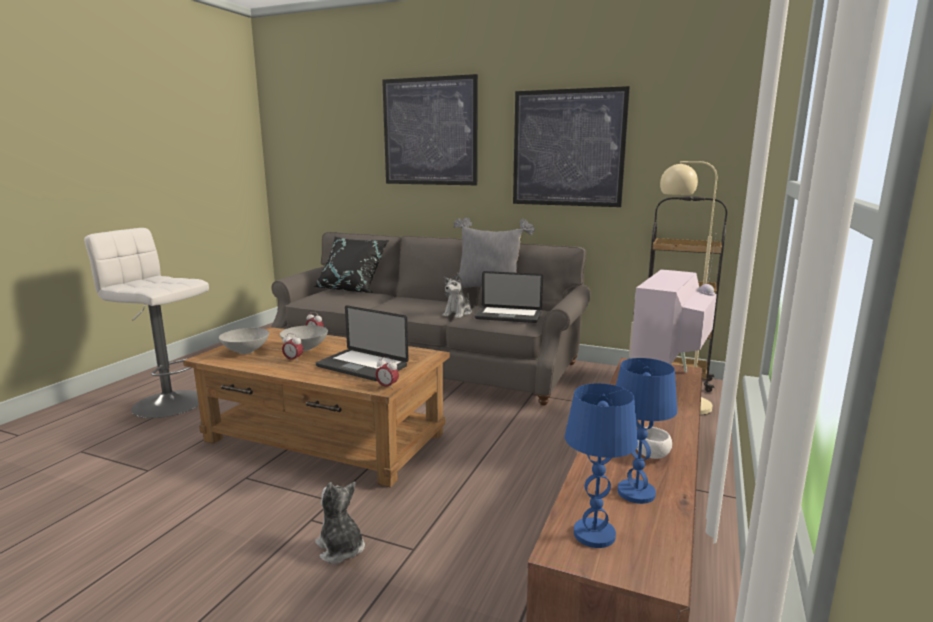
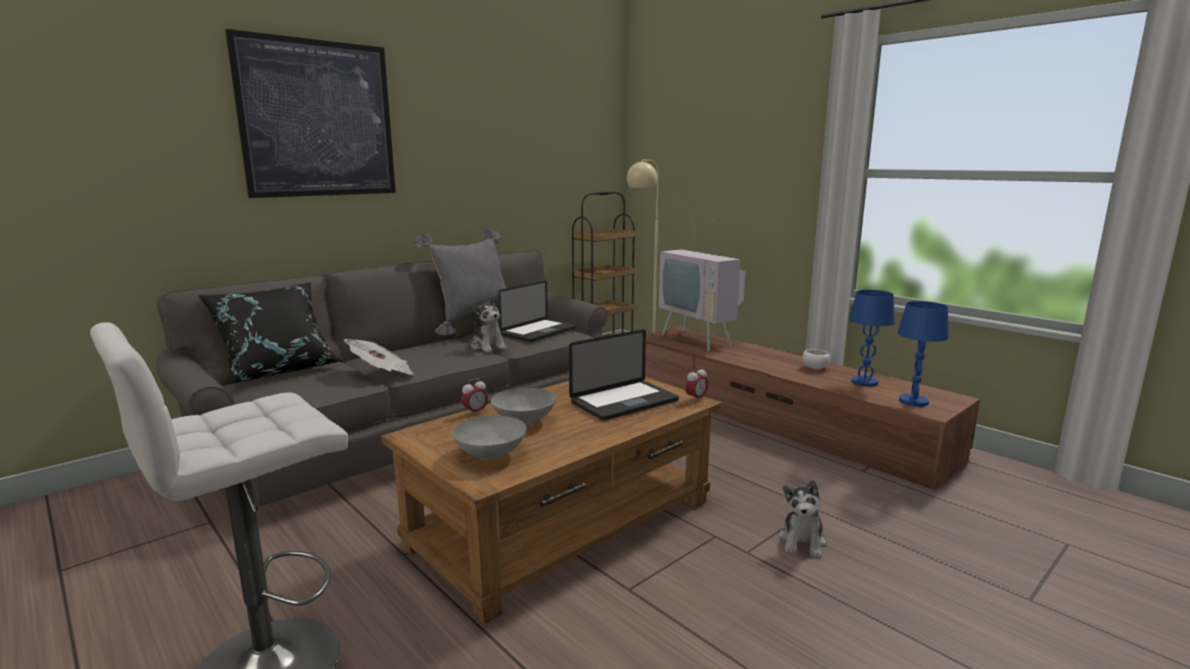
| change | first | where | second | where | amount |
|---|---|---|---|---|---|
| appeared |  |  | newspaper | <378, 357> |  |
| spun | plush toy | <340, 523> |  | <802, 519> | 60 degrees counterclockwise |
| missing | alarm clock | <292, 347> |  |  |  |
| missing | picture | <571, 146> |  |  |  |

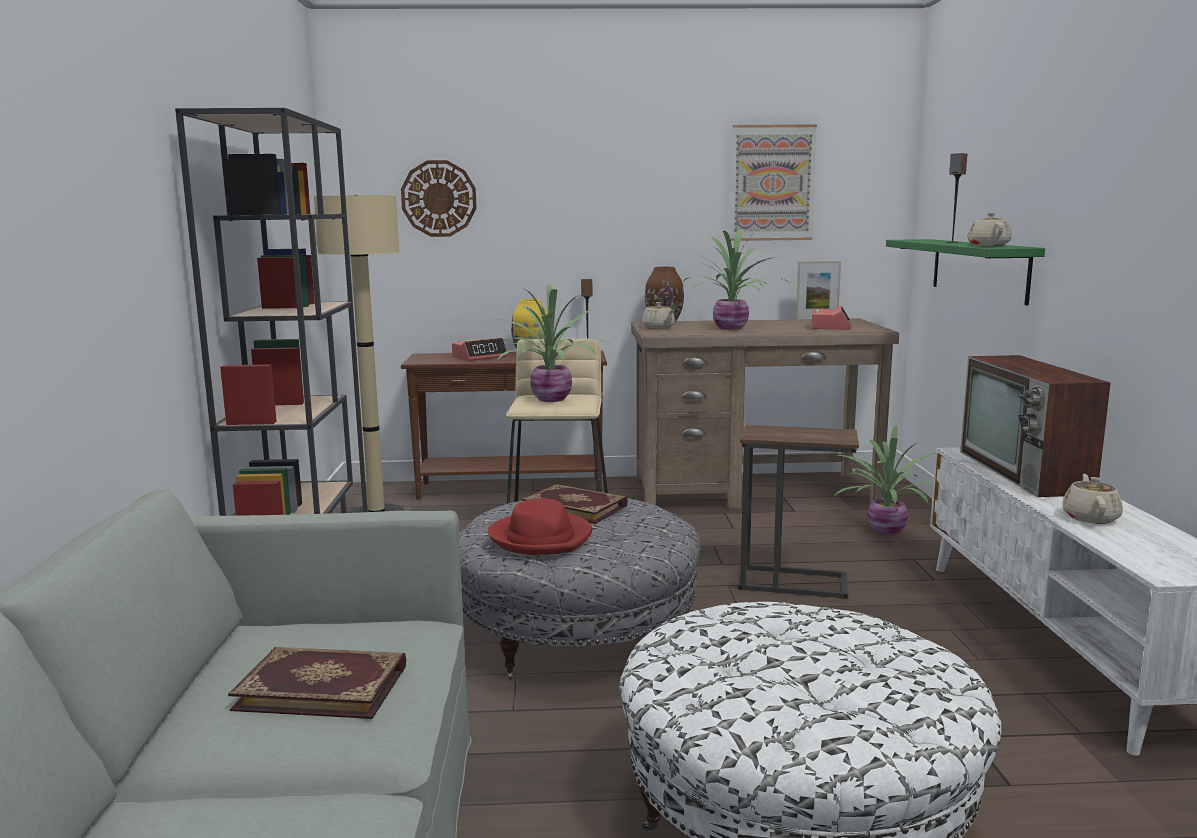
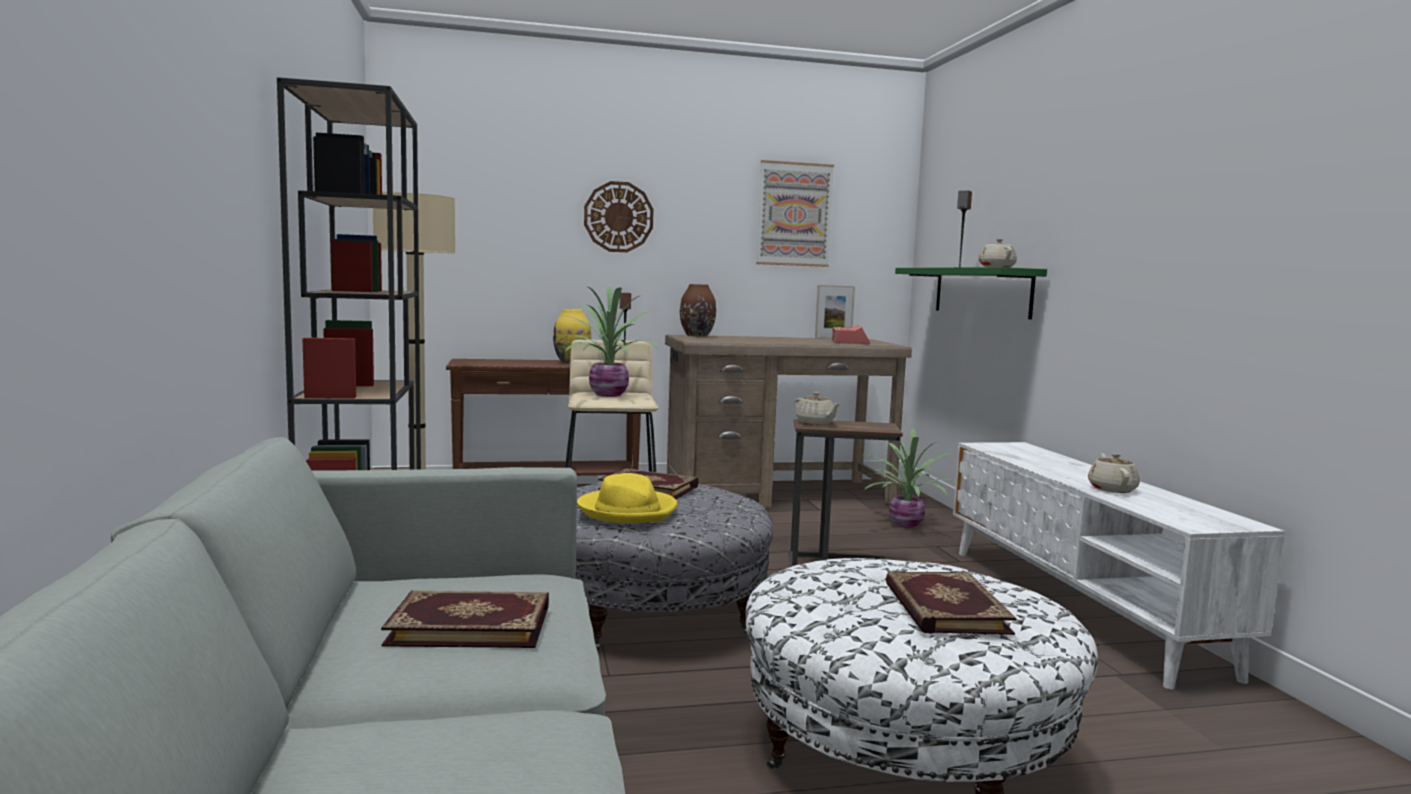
| change | first | where | second | where | amount |
|---|---|---|---|---|---|
| colour | red hat | <540, 526> | yellow hat | <627, 498> |  |
| relocated | wall clock | <439, 198> |  | <619, 216> |  |
| relocated | beige teapot | <658, 315> |  | <818, 408> |  |
| appeared |  |  | book | <951, 603> |  |
| missing | alarm clock | <480, 349> |  |  |  |
| missing | potted plant | <735, 279> |  |  |  |
| missing | television | <1035, 426> |  |  |  |

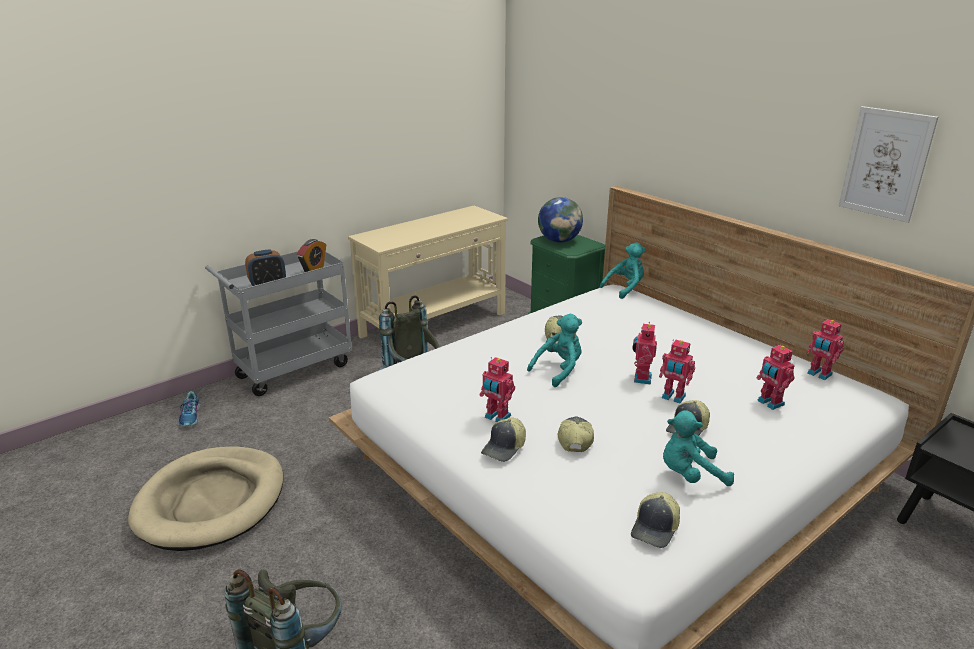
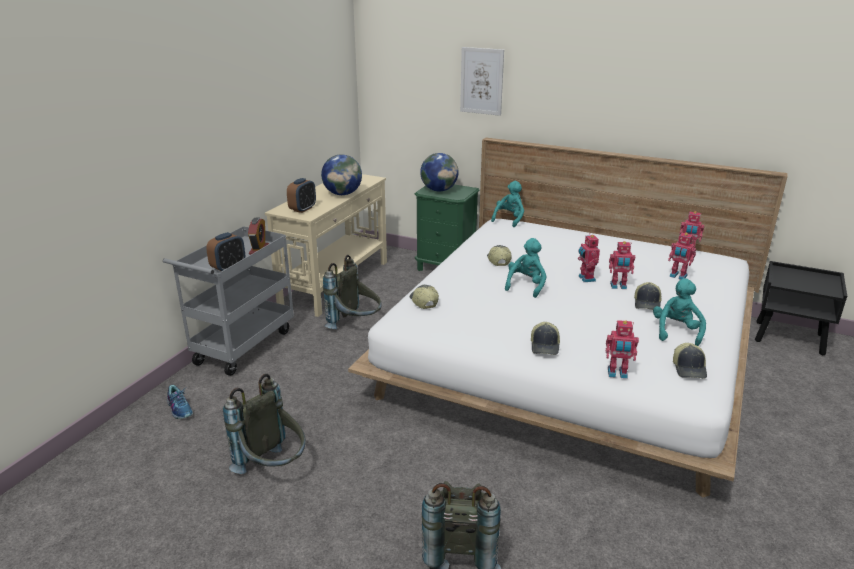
| change | first | where | second | where | amount |
|---|---|---|---|---|---|
| exchanged | beige dog bed | <205, 498> | grey backpack | <264, 424> |  |
| appeared |  |  | alarm clock | <301, 195> |  |
| appeared |  |  | globe | <341, 174> |  |
| relocated | cap | <576, 434> |  | <424, 297> |  |
| relocated | picture | <888, 164> |  | <482, 81> |  |
| relocated | toy robot | <497, 389> |  | <622, 349> |  |
| spun | turquoise plush toy | <698, 448> |  | <679, 312> | 135 degrees clockwise |

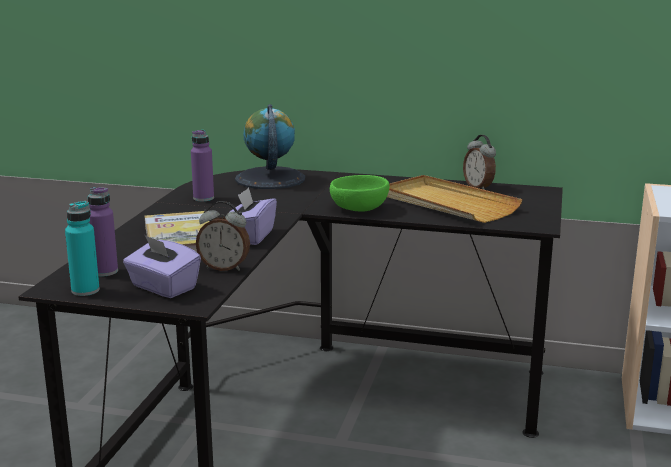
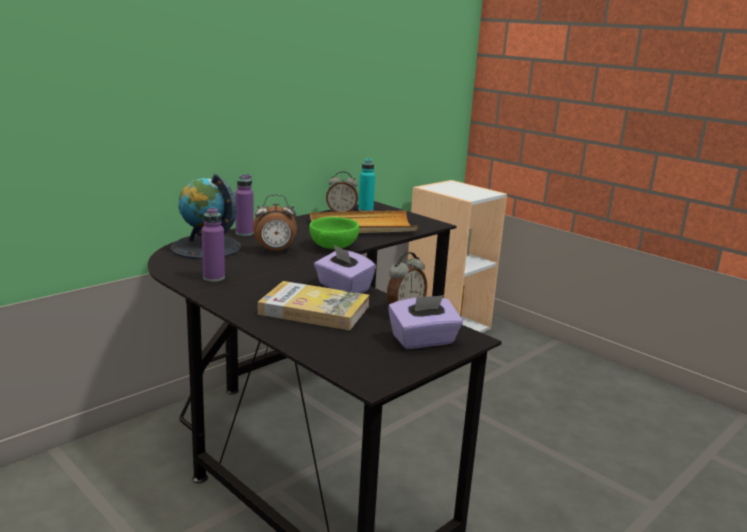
| change | first | where | second | where | amount |
|---|---|---|---|---|---|
| relocated | purple bottle | <103, 232> |  | <244, 205> |  |
| appeared |  |  | alarm clock | <275, 223> |  |
| relocated | turquoise bottle | <82, 248> |  | <366, 184> |  |

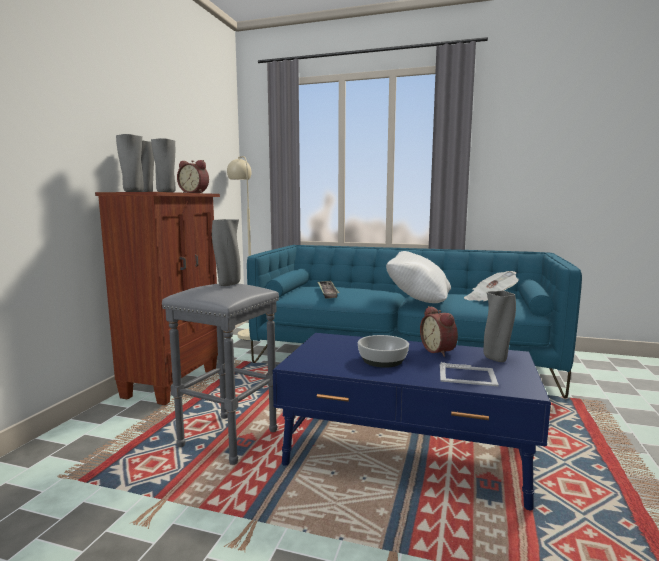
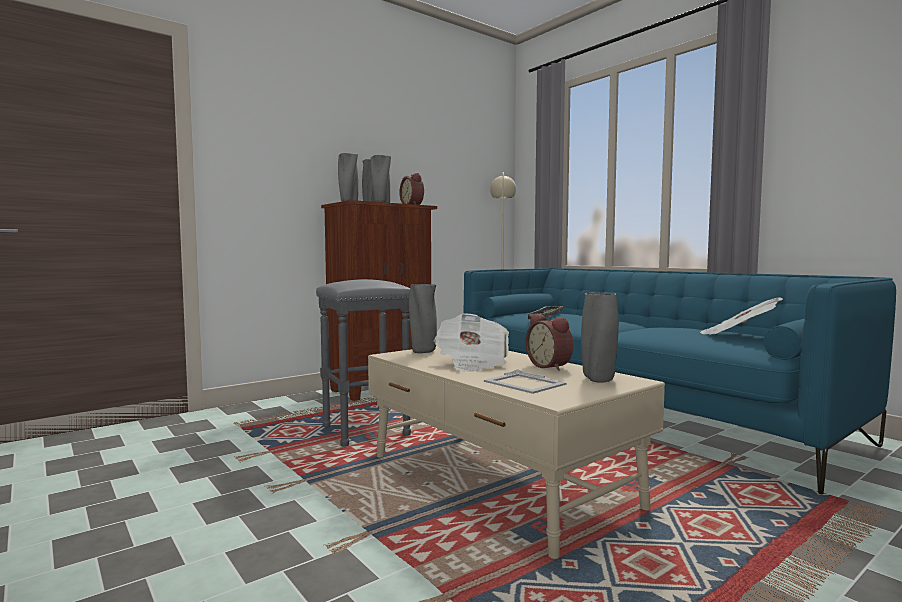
| change | first | where | second | where | amount |
|---|---|---|---|---|---|
| colour | blue coffee table | <411, 421> | beige coffee table | <516, 452> |  |
| relocated | grey vase | <226, 252> |  | <423, 318> |  |
| exchanged | bowl | <383, 351> | newspaper | <471, 342> |  |
| spun | alarm clock | <439, 331> |  | <549, 342> | 45 degrees counterclockwise |
| missing | white pillow | <418, 277> |  |  |  |

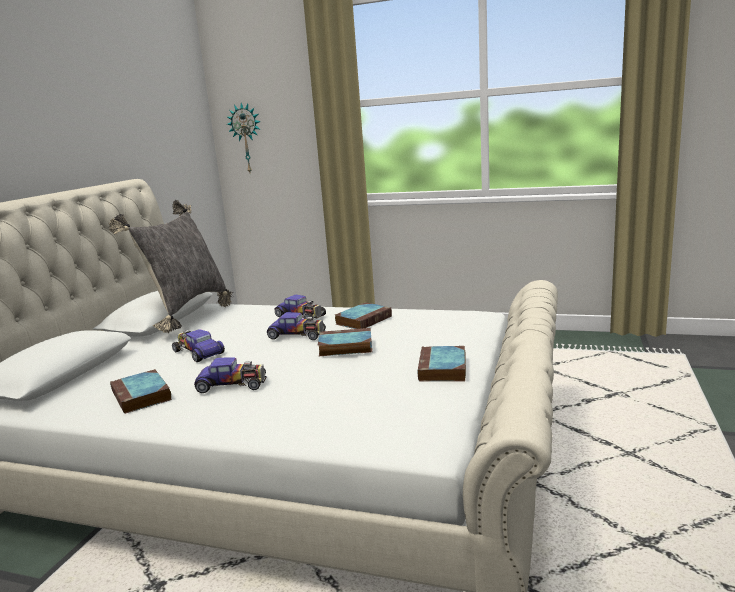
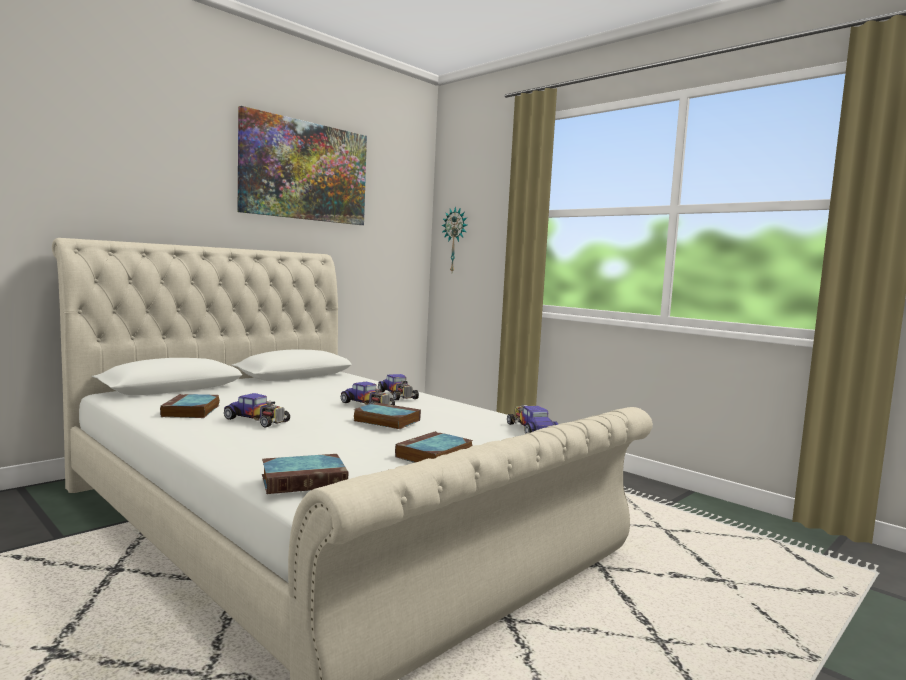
| change | first | where | second | where | amount |
|---|---|---|---|---|---|
| appeared |  |  | picture | <302, 165> |  |
| relocated | book | <363, 315> |  | <305, 474> |  |
| relocated | toy car | <198, 345> |  | <532, 419> |  |
| missing | pillow | <171, 266> |  |  |  |

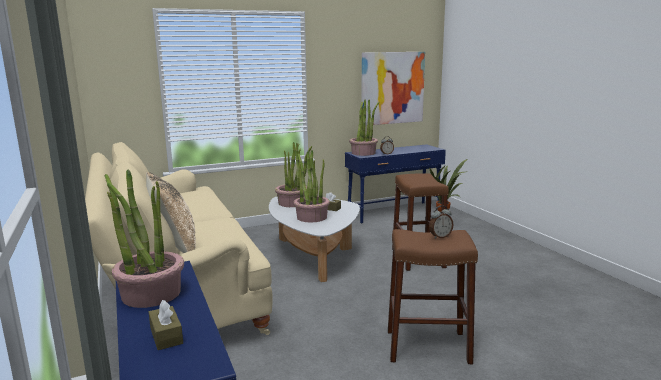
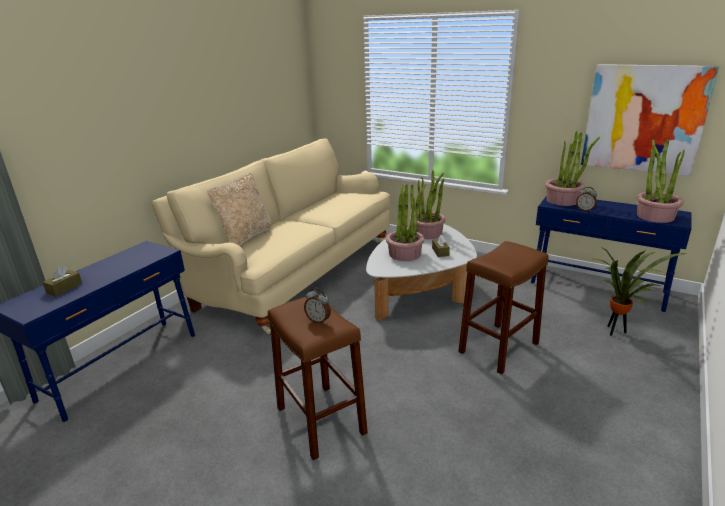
| change | first | where | second | where | amount |
|---|---|---|---|---|---|
| relocated | potted plant | <144, 239> |  | <661, 181> |  |

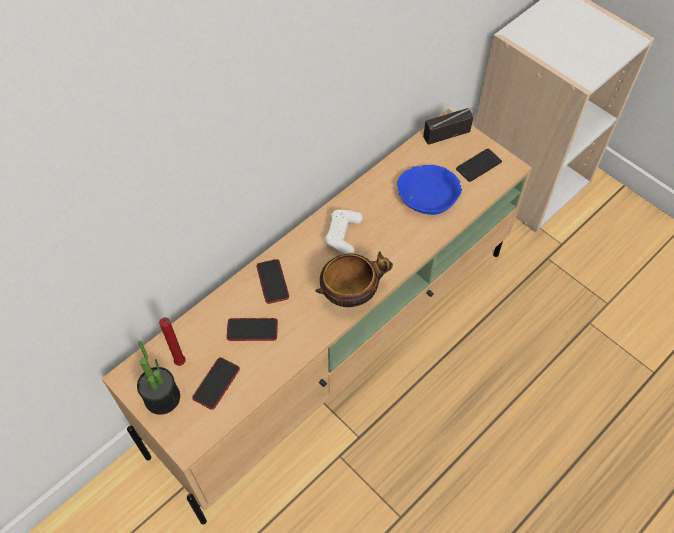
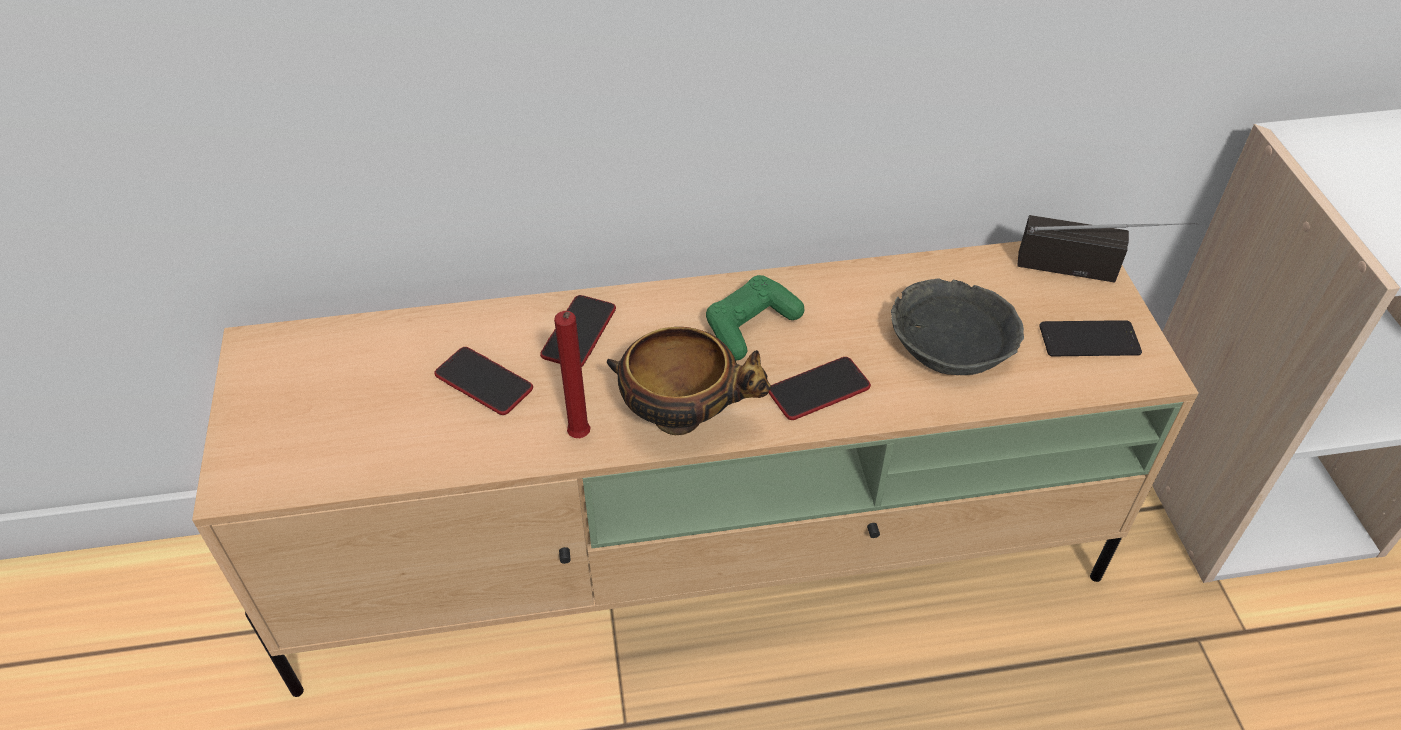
| change | first | where | second | where | amount |
|---|---|---|---|---|---|
| relocated | red candle | <172, 341> |  | <572, 374> |  |
| colour | white game controller | <344, 232> | green game controller | <755, 317> |  |
| relocated | phone | <216, 383> |  | <820, 388> |  |
| colour | blue bowl | <429, 190> | grey bowl | <957, 326> |  |
| missing | potted plant | <158, 377> |  |  |  |

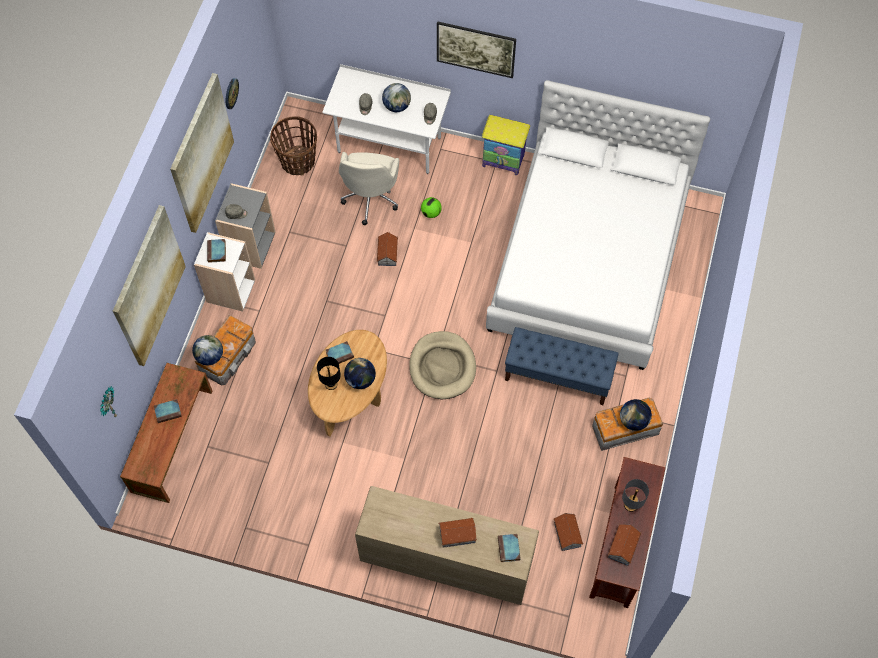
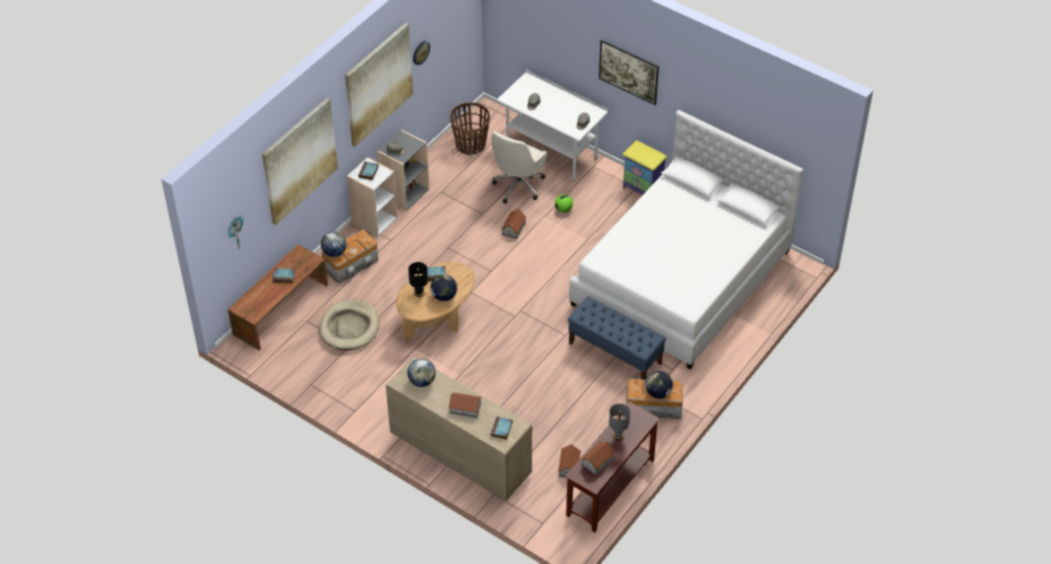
| change | first | where | second | where | amount |
|---|---|---|---|---|---|
| relocated | beige dog bed | <442, 365> |  | <349, 324> |  |
| relocated | globe | <396, 97> |  | <421, 372> |  |

